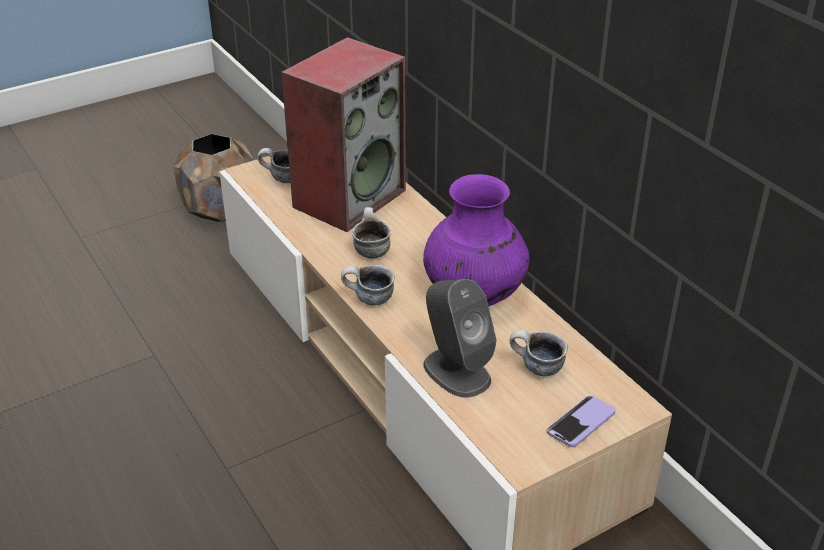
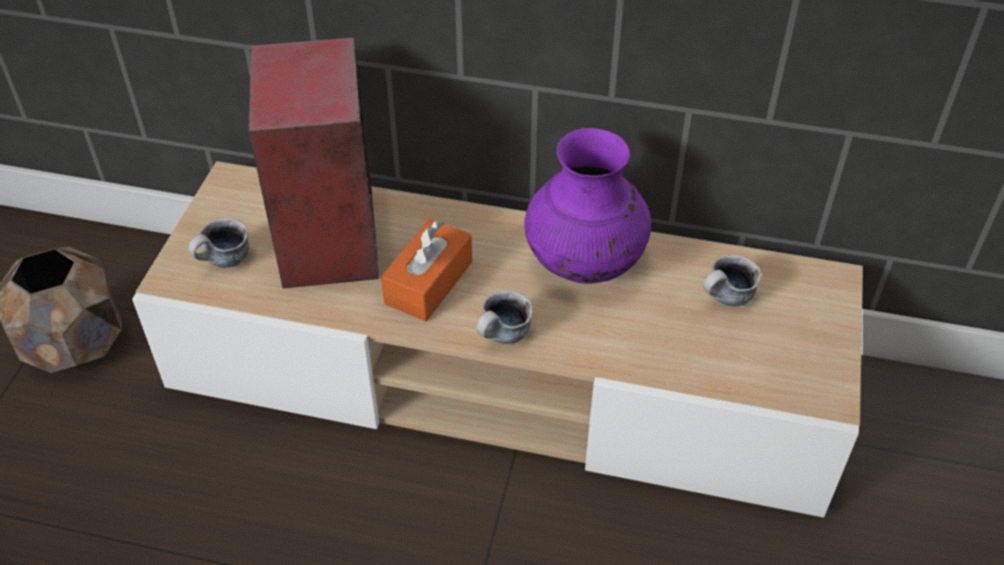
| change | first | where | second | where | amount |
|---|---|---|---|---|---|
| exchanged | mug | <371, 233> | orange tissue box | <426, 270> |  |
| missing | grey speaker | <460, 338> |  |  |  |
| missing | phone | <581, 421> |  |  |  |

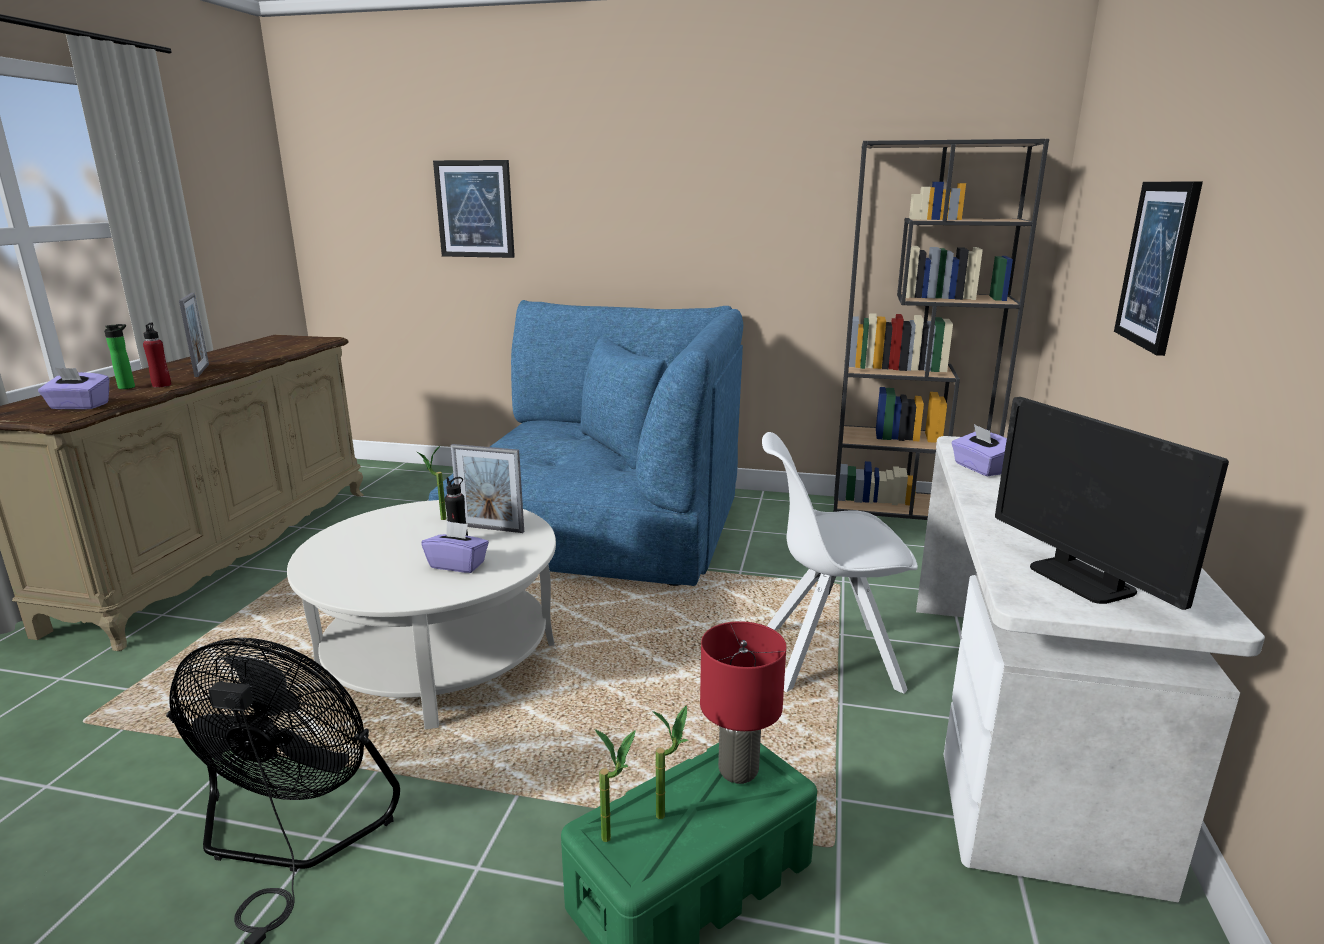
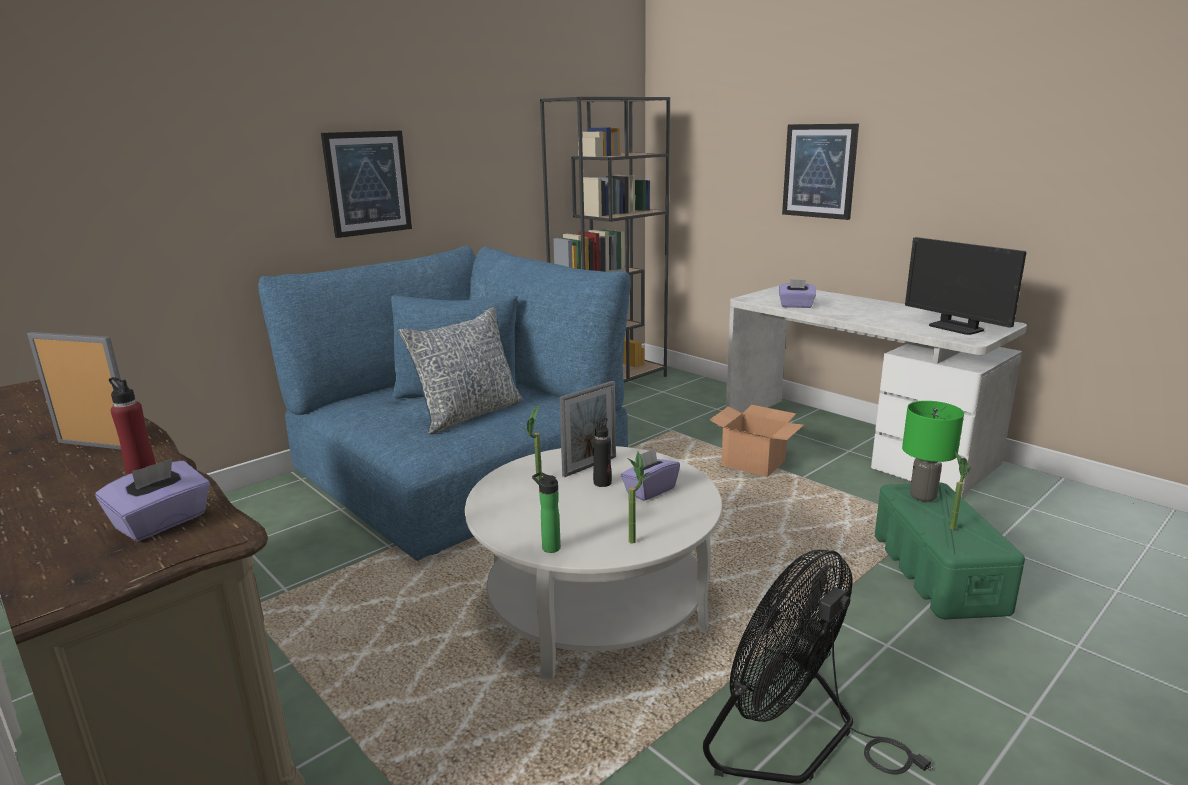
| change | first | where | second | where | amount |
|---|---|---|---|---|---|
| relocated | picture | <474, 209> |  | <366, 184> |  |
| appeared |  |  | pillow | <460, 370> |  |
| relocated | bottle | <119, 356> |  | <546, 512> |  |
| relocated | potted plant | <615, 785> |  | <639, 498> |  |
| exchanged | white chair | <840, 563> | cardboard box | <756, 441> |  |
| colour | red table lamp | <743, 702> | green table lamp | <933, 451> |  |
| spun | monitor | <1112, 503> |  | <965, 286> | 45 degrees clockwise |

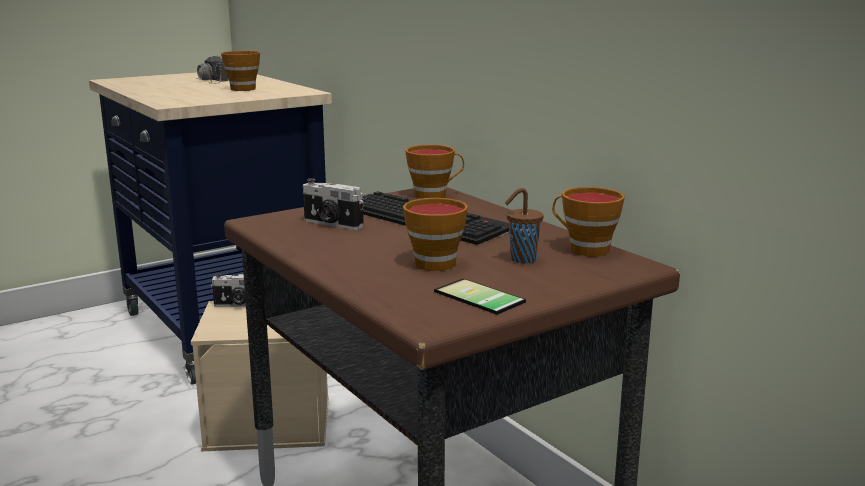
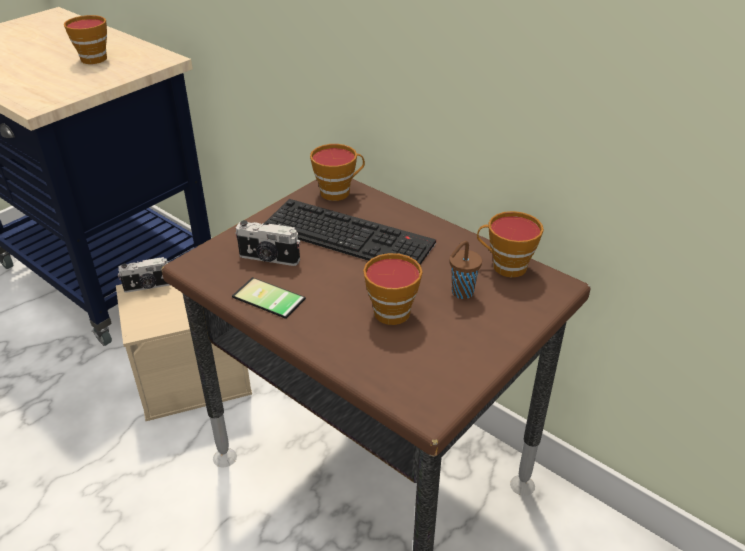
| change | first | where | second | where | amount |
|---|---|---|---|---|---|
| relocated | phone | <480, 296> |  | <269, 298> |  |
| missing | photo camera | <212, 70> |  |  |  |

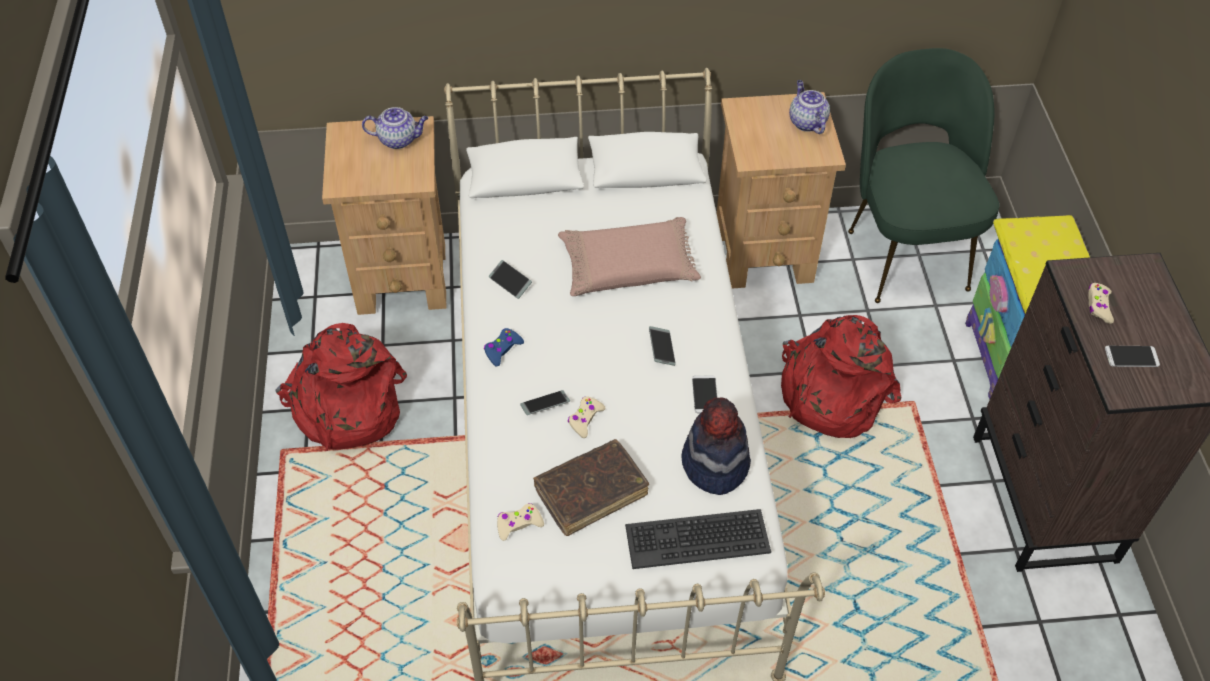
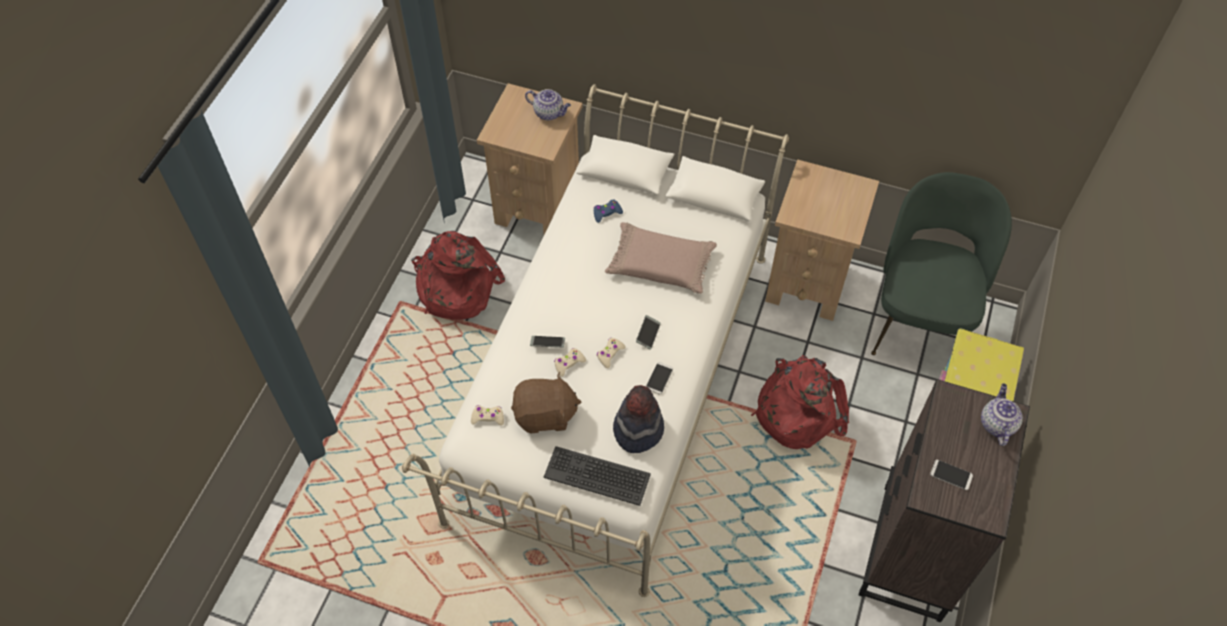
| change | first | where | second | where | amount |
|---|---|---|---|---|---|
| exchanged | brown book | <591, 487> | brown plush toy | <546, 402> |  |
| relocated | blue game controller | <504, 347> |  | <608, 211> |  |
| relocated | beige game controller | <1101, 303> |  | <611, 353> |  |
| relocated | teapot | <809, 107> |  | <1002, 414> |  |
| missing | phone | <510, 279> |  |  |  |

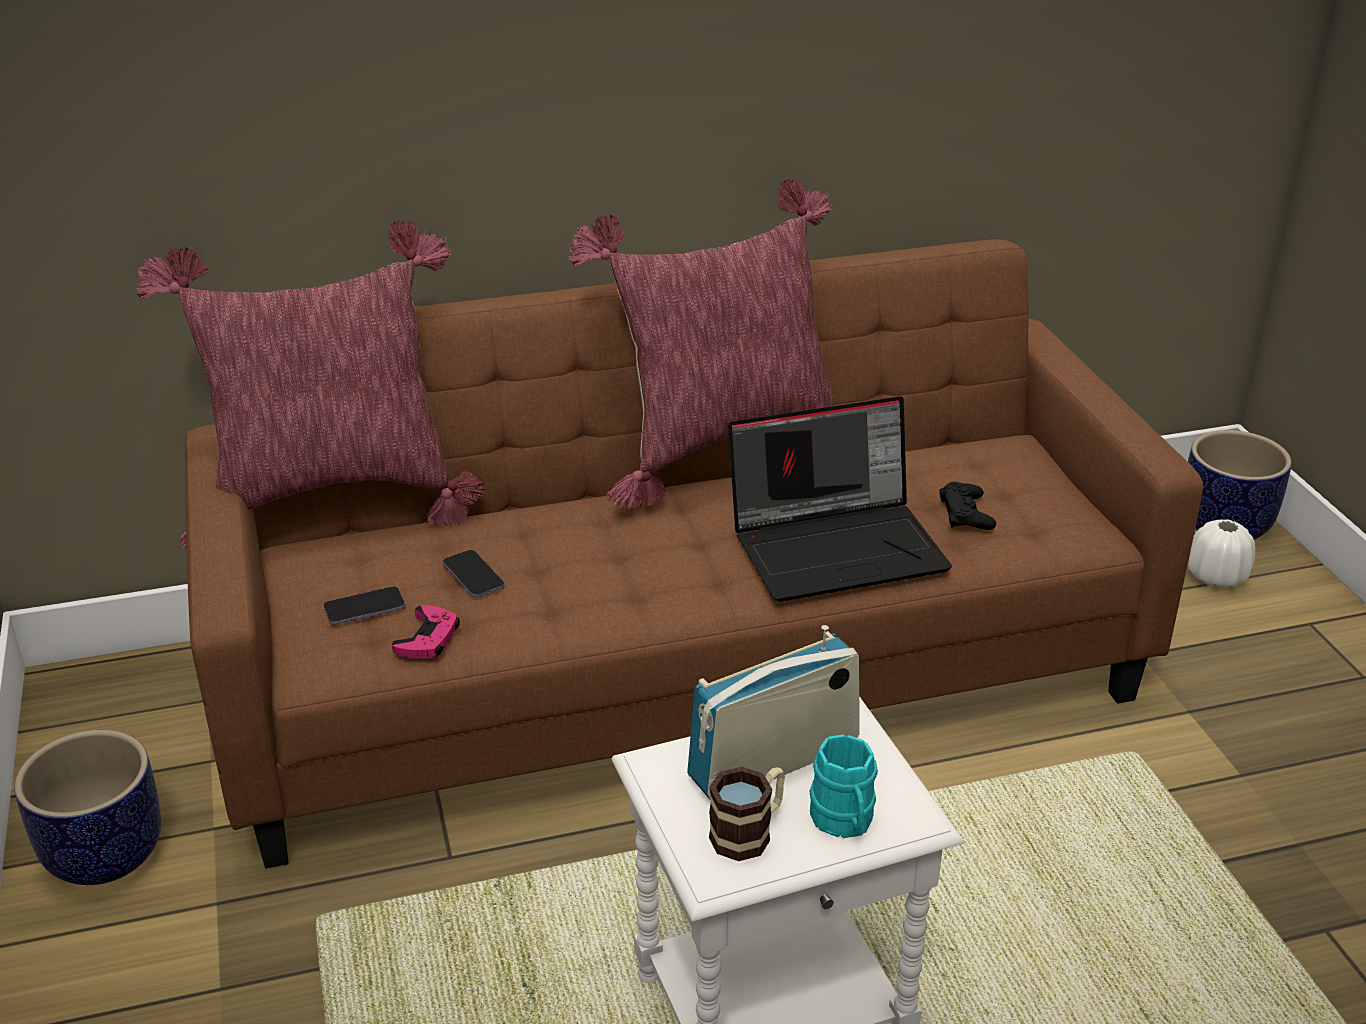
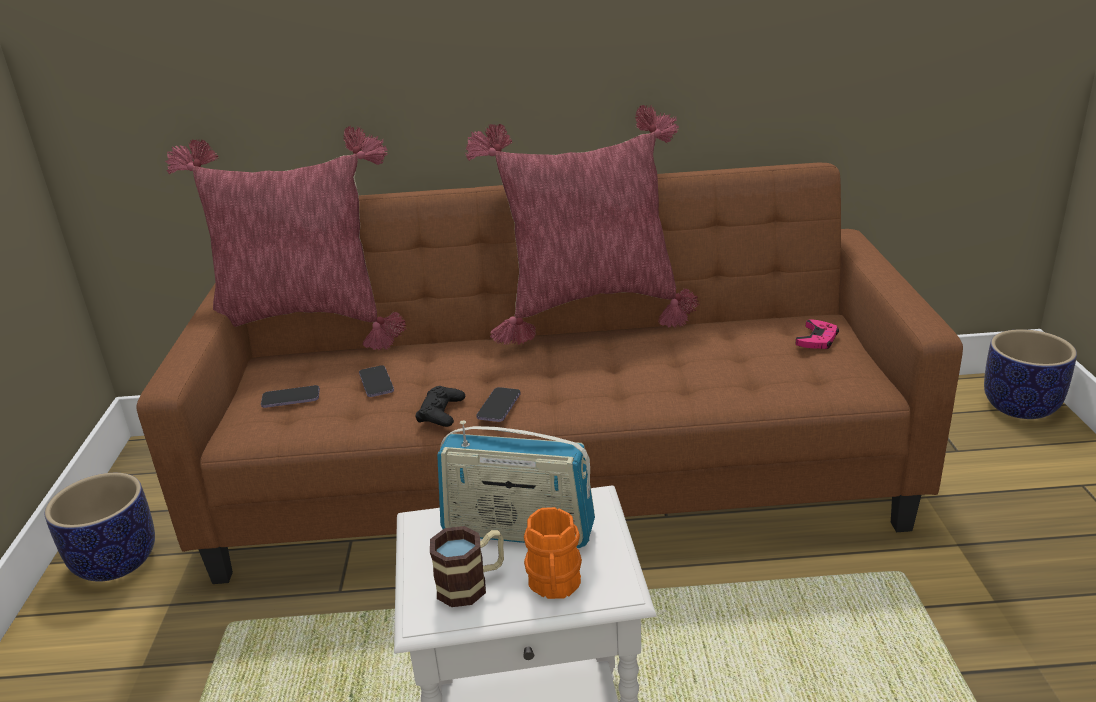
| change | first | where | second | where | amount |
|---|---|---|---|---|---|
| relocated | black game controller | <967, 506> |  | <440, 406> |  |
| spun | radio | <773, 712> |  | <516, 484> | 150 degrees counterclockwise |
| appeared |  |  | phone | <498, 404> |  |
| colour | turquoise mug | <843, 786> | orange mug | <553, 553> |  |
| relocated | pink game controller | <426, 631> |  | <817, 334> |  |
| missing | laptop | <840, 499> |  |  |  |
| missing | white vase | <1221, 553> |  |  |  |

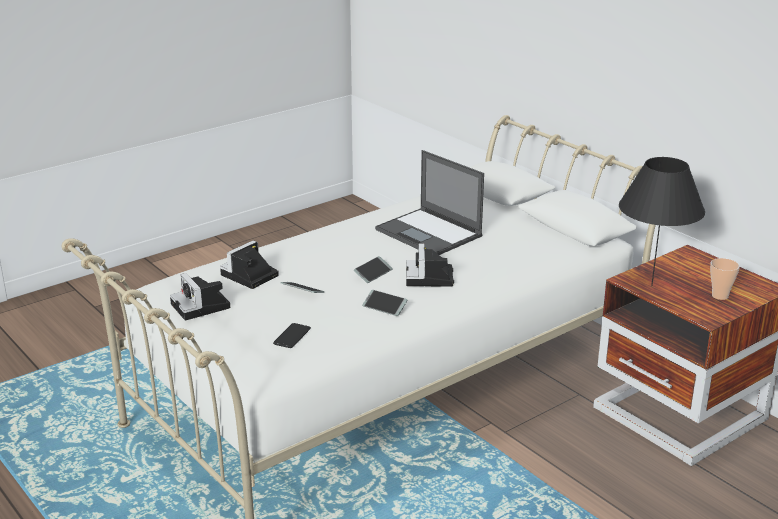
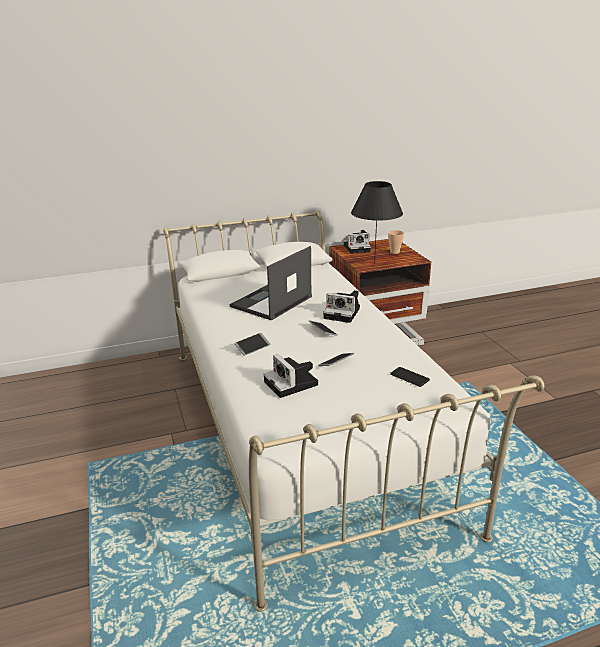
| change | first | where | second | where | amount |
|---|---|---|---|---|---|
| spun | laptop | <429, 202> |  | <270, 283> | 150 degrees clockwise |
| relocated | phone | <384, 303> |  | <252, 344> |  |
| relocated | photo camera | <200, 297> |  | <357, 242> |  |

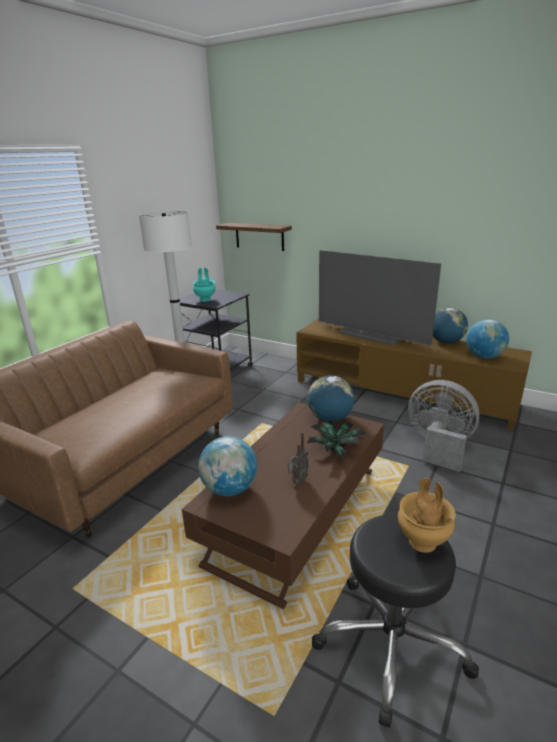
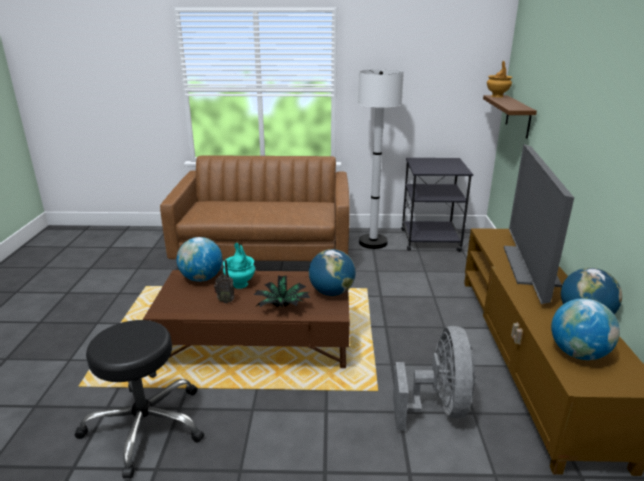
| change | first | where | second | where | amount |
|---|---|---|---|---|---|
| relocated | turquoise vase | <204, 285> |  | <239, 266> |  |
| relocated | brown vase | <427, 515> |  | <499, 79> |  |

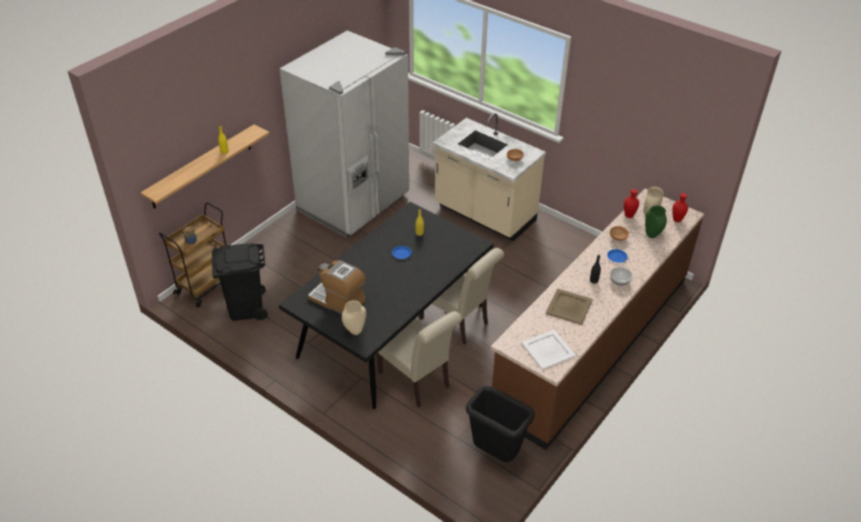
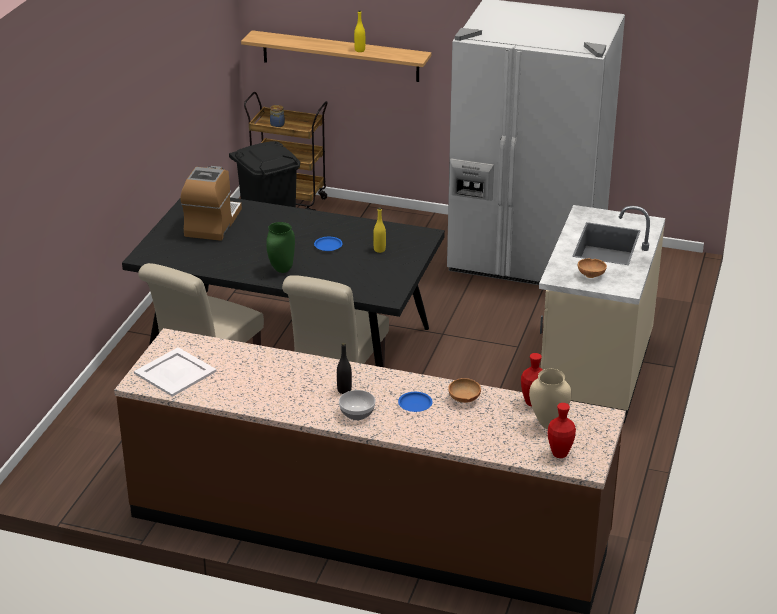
| change | first | where | second | where | amount |
|---|---|---|---|---|---|
| relocated | green vase | <656, 221> |  | <280, 247> |  |
| missing | beige vase | <354, 317> |  |  |  |
| missing | black trash can | <500, 424> |  |  |  |
| missing | beige tray | <569, 306> |  |  |  |

